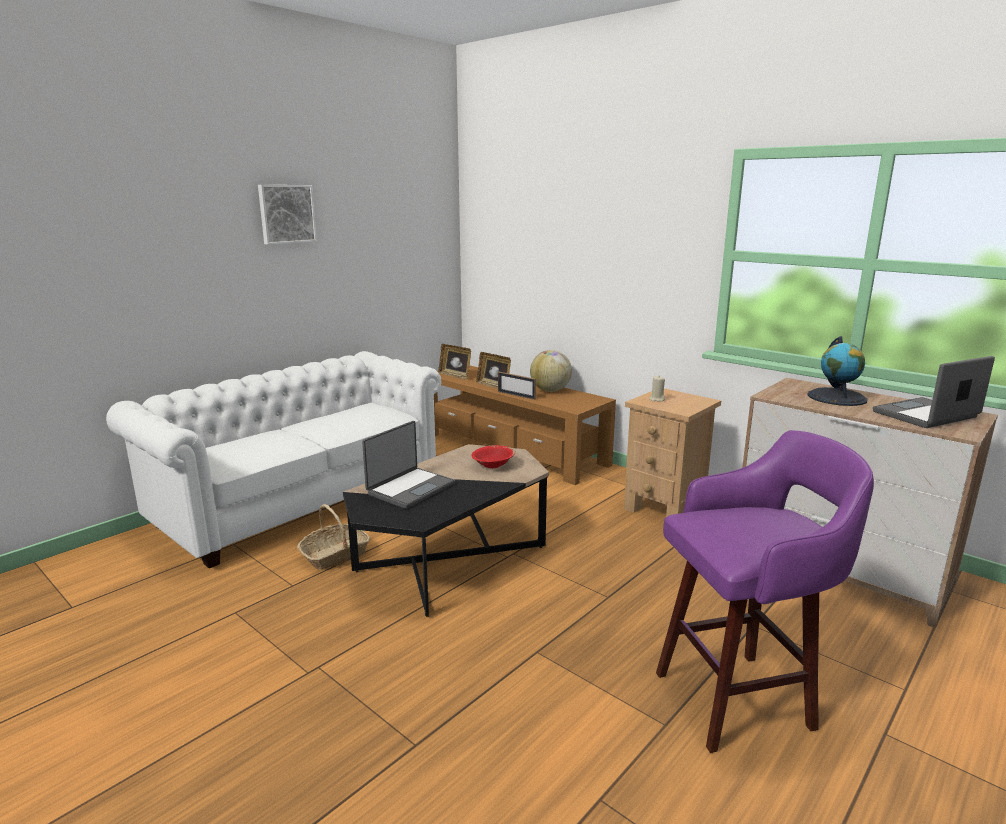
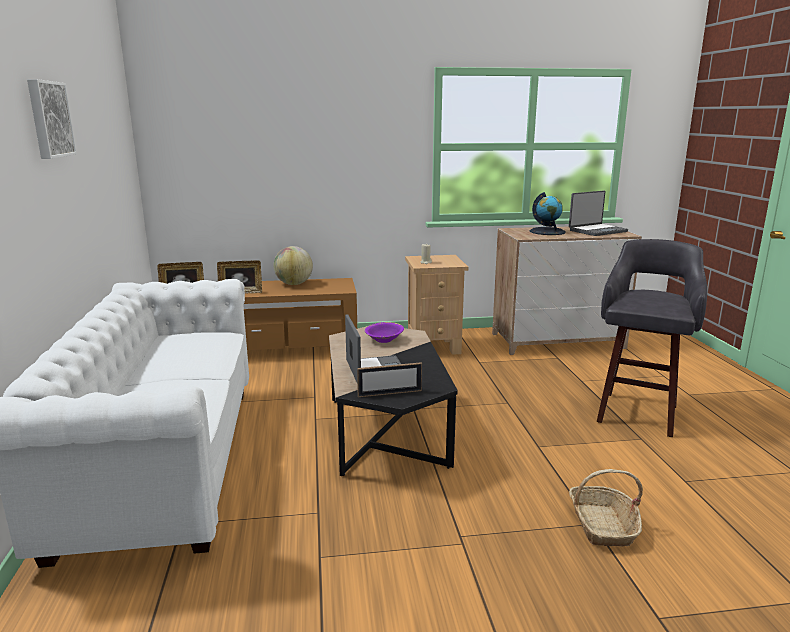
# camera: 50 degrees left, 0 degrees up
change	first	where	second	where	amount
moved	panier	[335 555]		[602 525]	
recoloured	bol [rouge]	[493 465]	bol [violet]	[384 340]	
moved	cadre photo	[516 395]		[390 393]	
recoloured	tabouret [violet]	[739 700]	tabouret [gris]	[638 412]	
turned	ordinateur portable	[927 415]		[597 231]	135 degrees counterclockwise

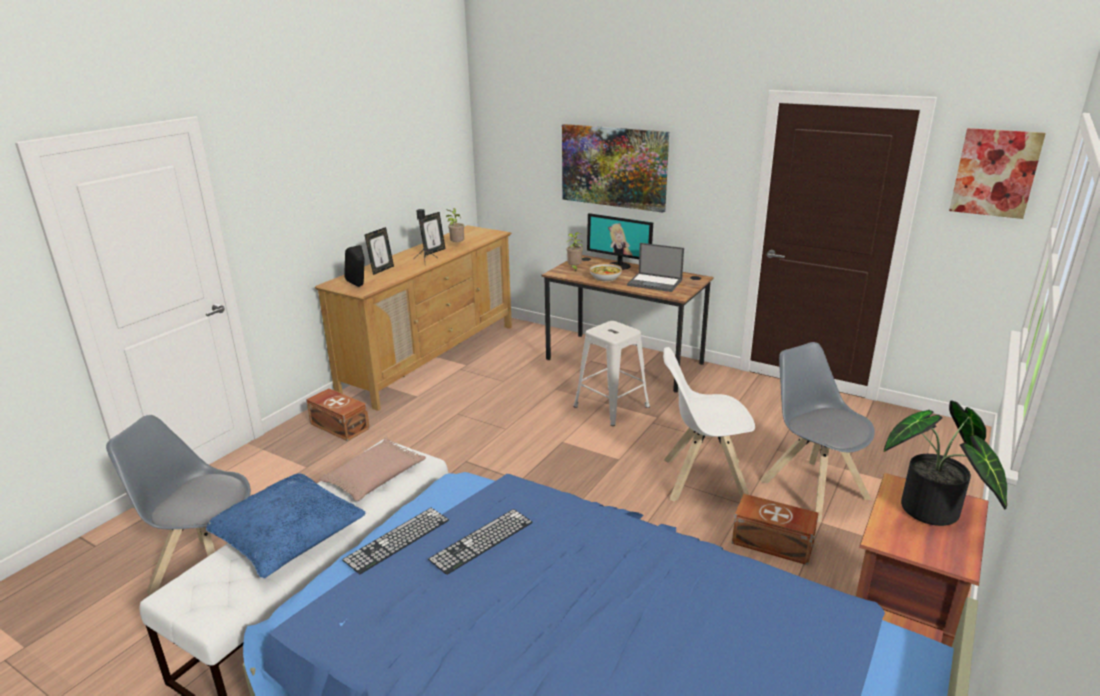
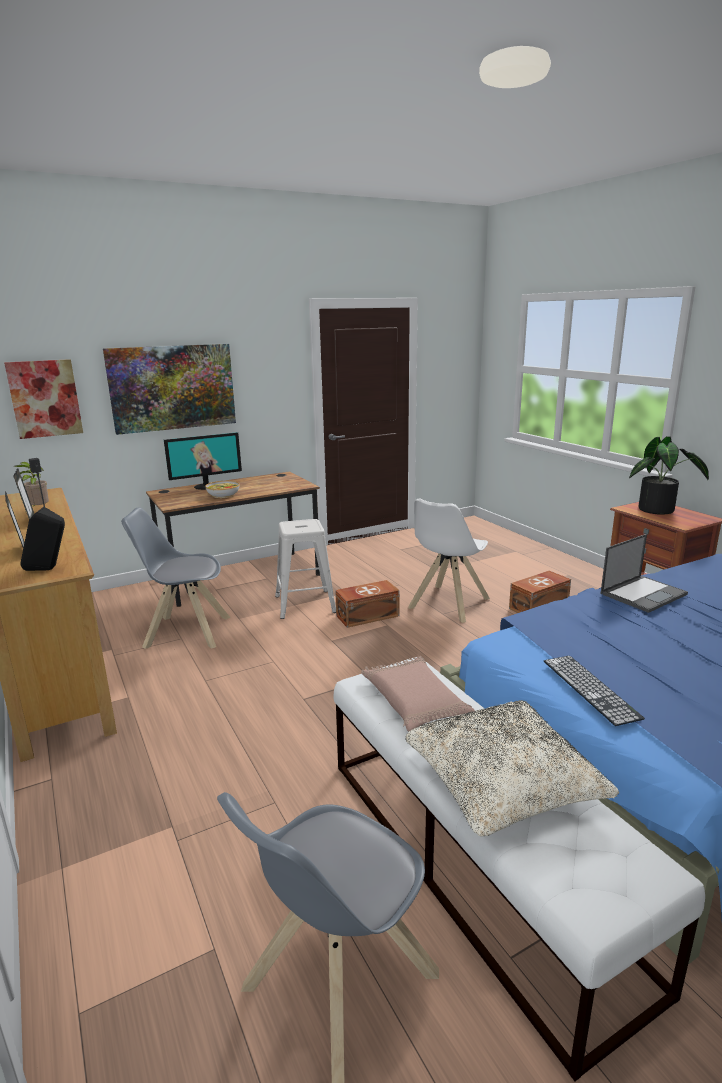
# camera: 60 degrees left, 5 degrees down
change	first	where	second	where	amount
recoloured	coussin [bleu]	[287 535]	coussin [beige]	[503 781]	
moved	boîte de rangement [marron]	[340 425]		[366 615]	
removed	clavier	[482 540]			
removed	plante en pot	[574 269]			
moved	ordinateur portable	[655 283]		[643 594]	
moved	chaise [gris]	[812 488]		[185 632]	
moved	tableau	[995 173]		[45 398]	

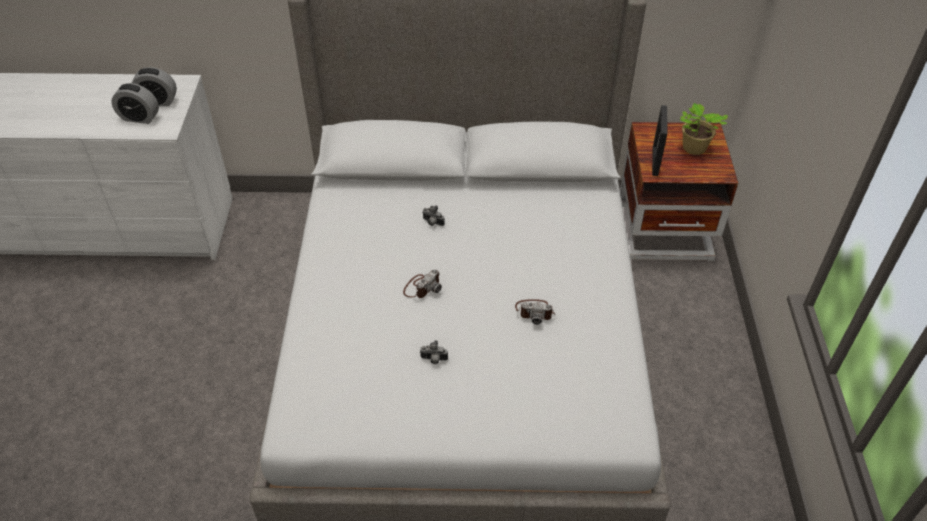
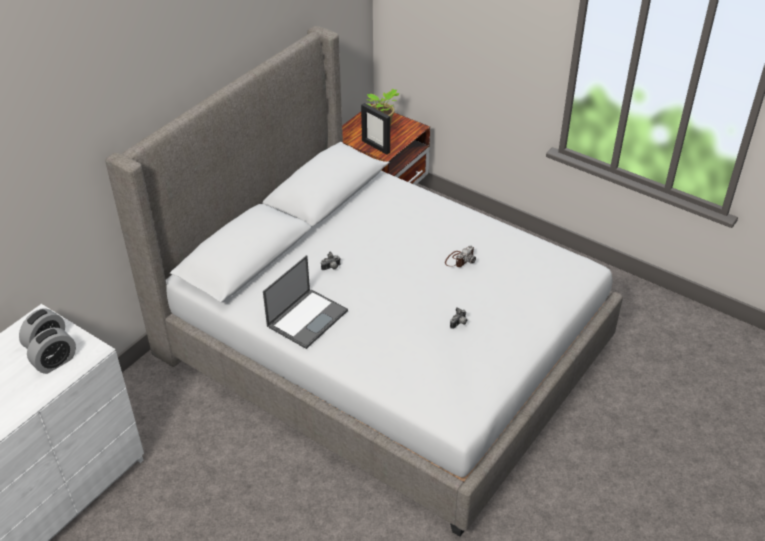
# camera: 55 degrees left, 5 degrees down
change	first	where	second	where	amount
removed	appareil photo	[422 287]			
added			ordinateur portable	[307 318]	

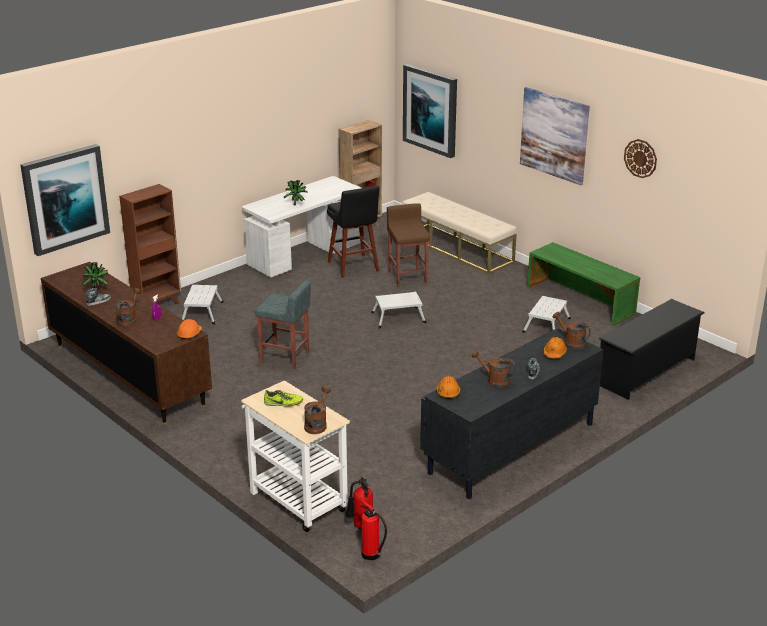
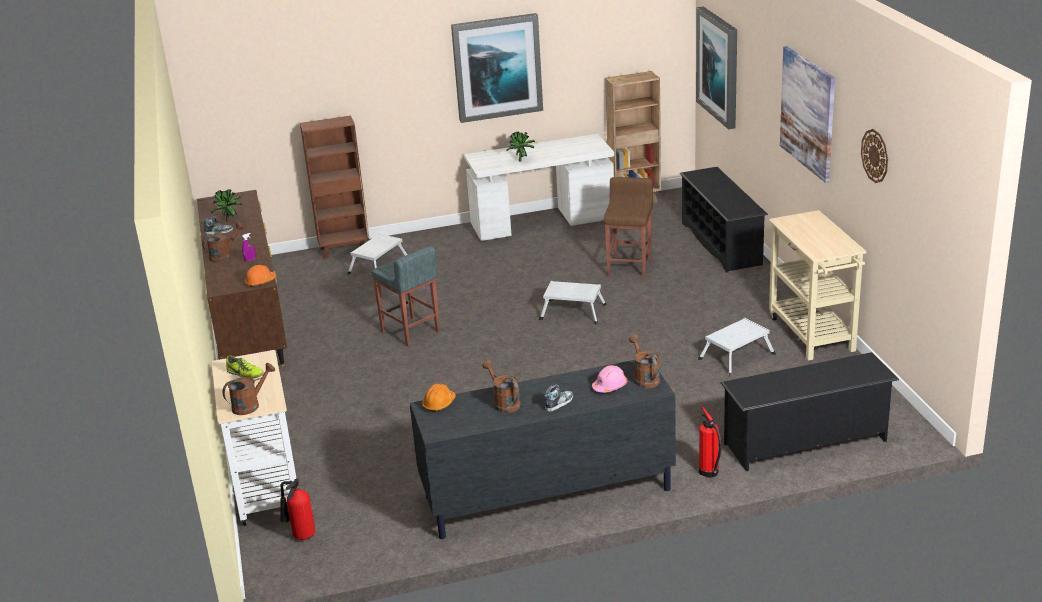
# camera: 30 degrees right, 0 degrees up
change	first	where	second	where	amount
moved	tableau	[65 198]		[497 67]	
removed	tabouret [noir]	[353 267]			
moved	extincteur	[371 555]		[709 473]	
replaced	banc [beige]	[457 248]	étagère à chaussures [noir]	[721 243]	
replaced	banc [vert]	[581 300]	chariot [beige]	[812 335]	
recoloured	casque de chantier [orange]	[554 353]	casque de chantier [rose]	[610 386]	

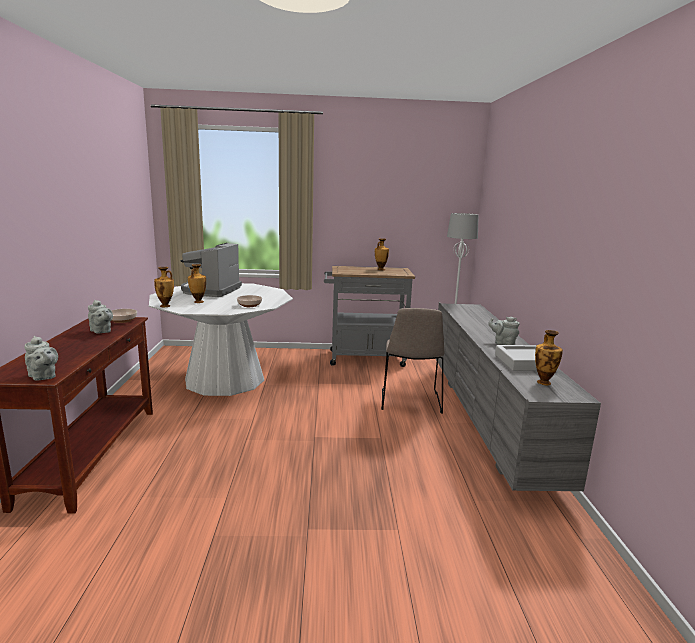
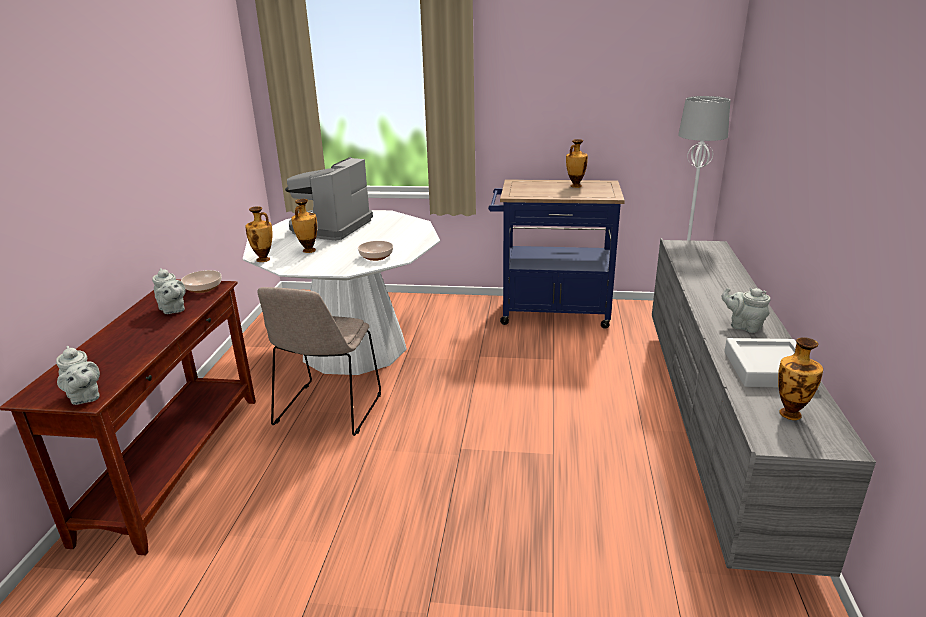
# camera: 10 degrees right, 10 degrees up
change	first	where	second	where	amount
recoloured	chariot [gris]	[364 358]	chariot [bleu]	[550 313]	
moved	chaise [beige]	[410 402]		[327 411]	

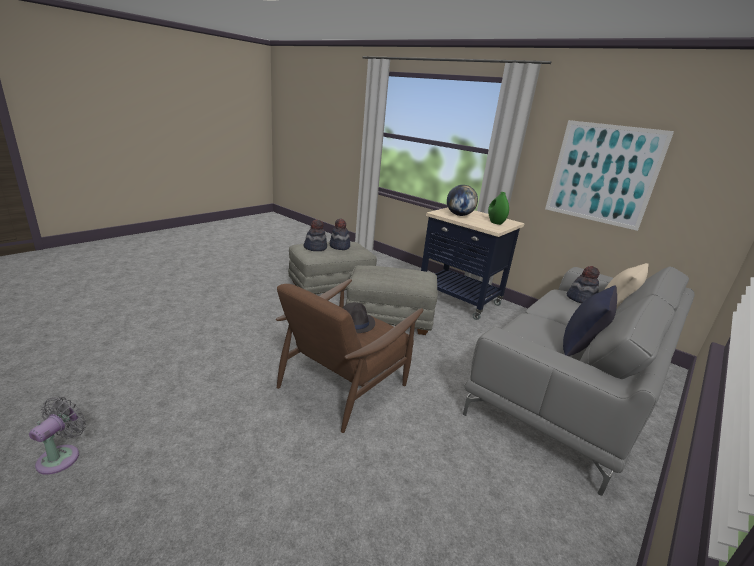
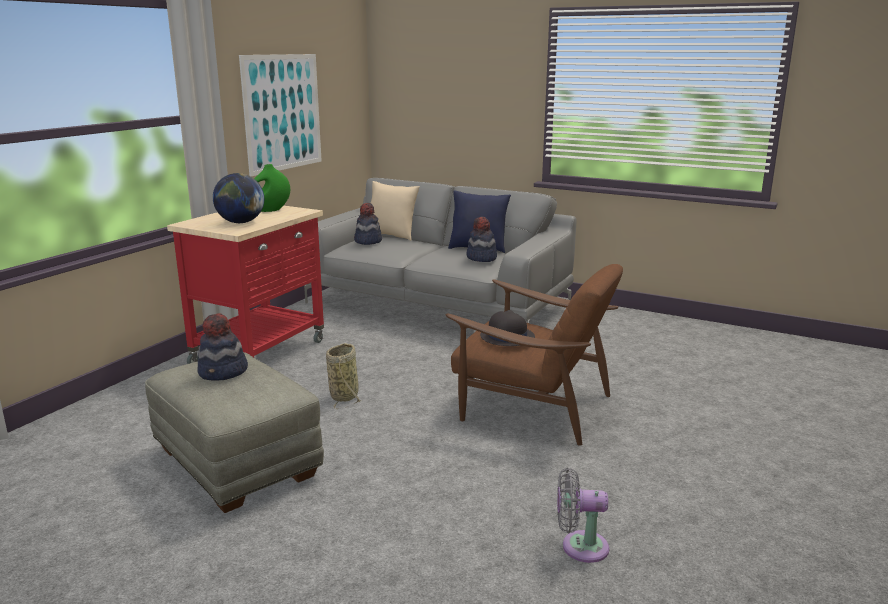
# camera: 100 degrees left, 5 degrees down
change	first	where	second	where	amount
moved	ventilateur [gris]	[62 456]		[579 547]	
moved	chapeau	[315 248]		[481 258]	
replaced	pouf [gris]	[389 317]	panier	[344 395]	
recoloured	chariot [bleu]	[459 300]	chariot [rouge]	[259 352]	

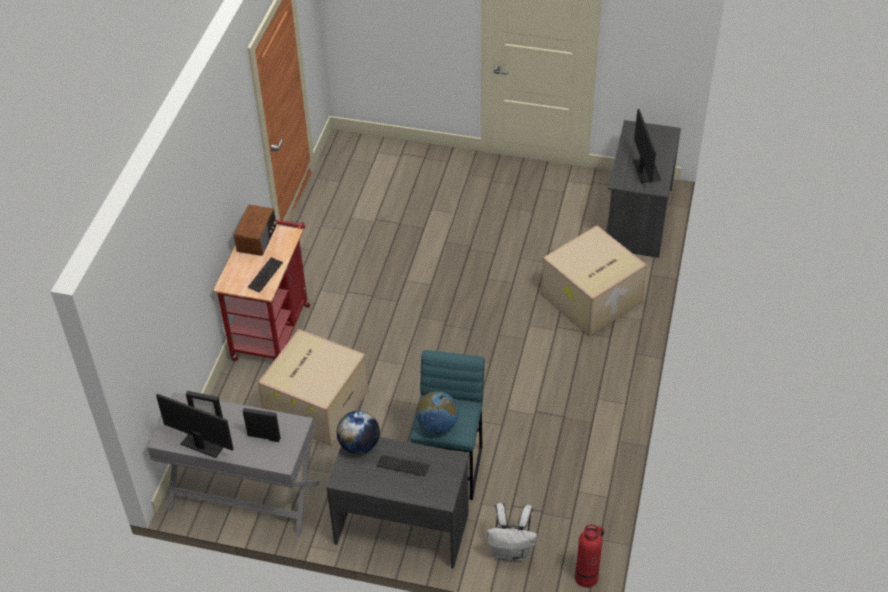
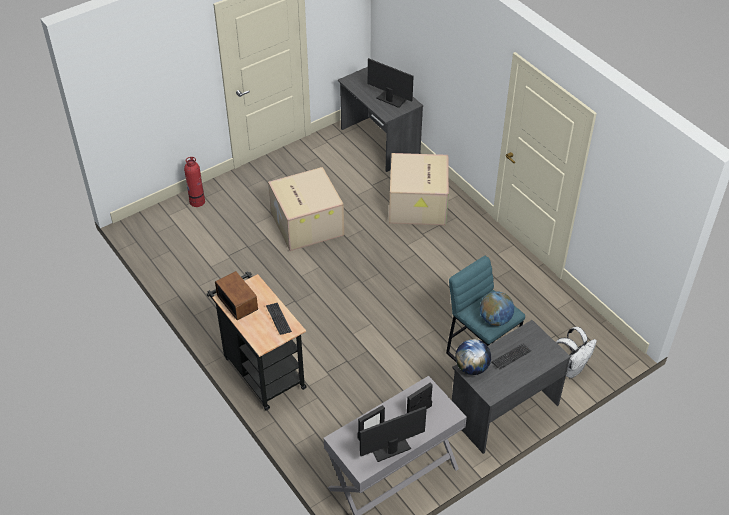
# camera: 50 degrees left, 0 degrees up
change	first	where	second	where	amount
recoloured	chariot [rouge]	[273 327]	chariot [noir]	[261 370]	
moved	carton	[316 403]		[306 223]	
moved	extincteur	[587 577]		[197 201]	

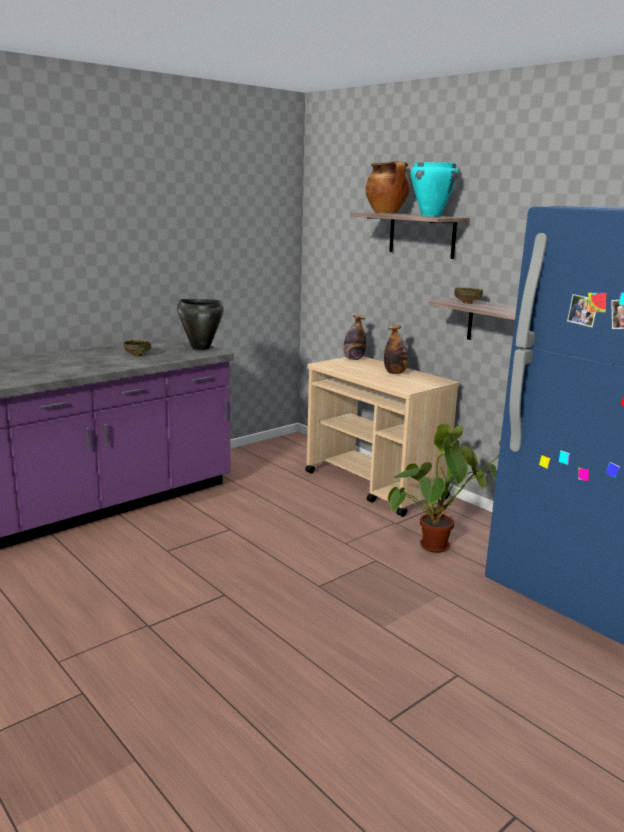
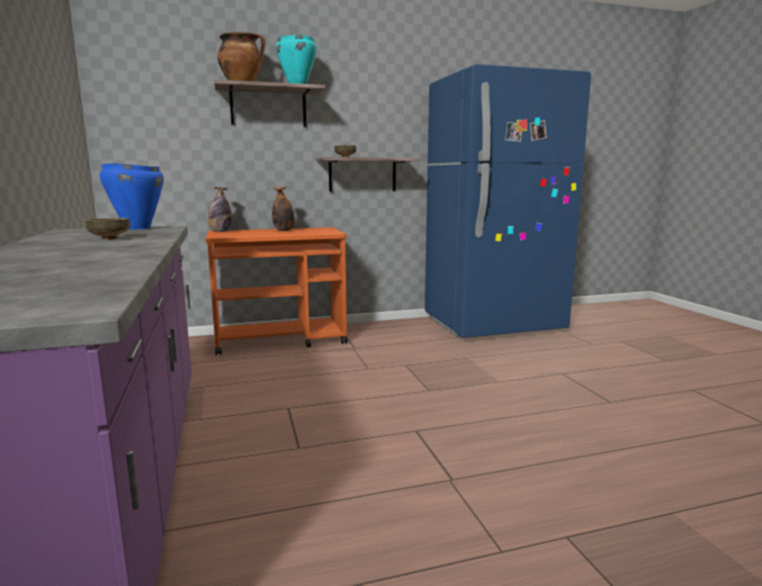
# camera: 65 degrees left, 5 degrees down
change	first	where	second	where	amount
recoloured	marmite [noir]	[200 348]	marmite [bleu]	[137 228]	
recoloured	chariot [beige]	[375 485]	chariot [orange]	[281 340]	
removed	plante en pot	[443 541]			

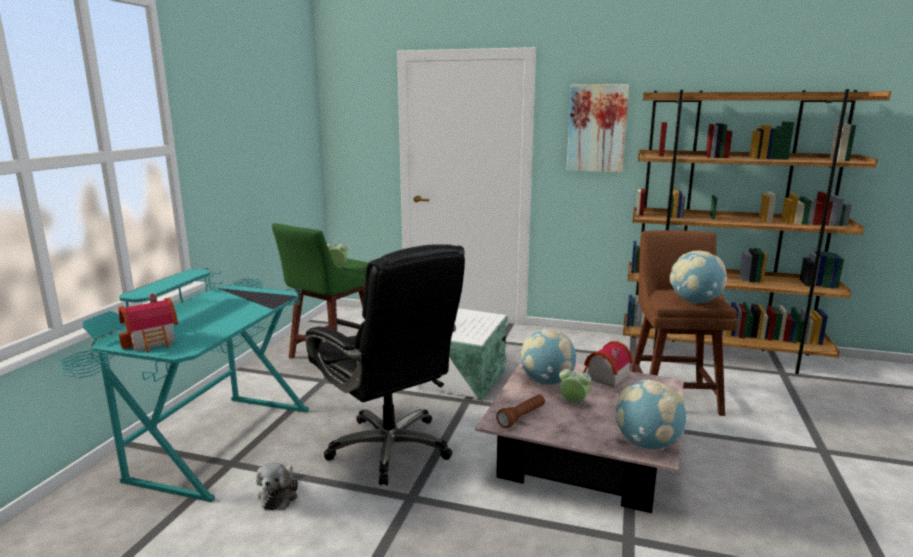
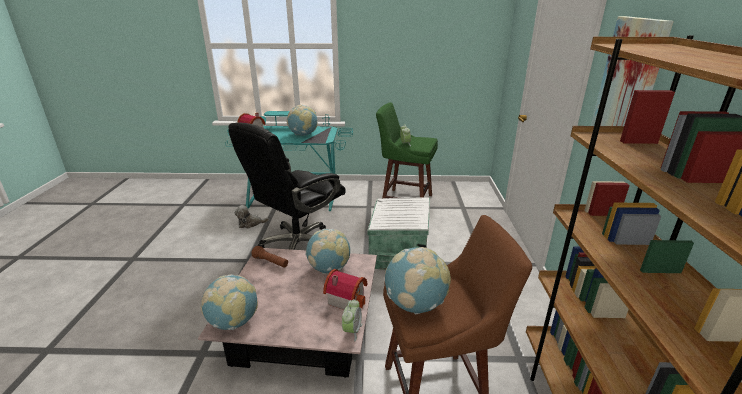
# camera: 75 degrees right, 10 degrees up
change	first	where	second	where	amount
moved	réveil	[573 403]		[352 331]	
added			globe	[303 135]	

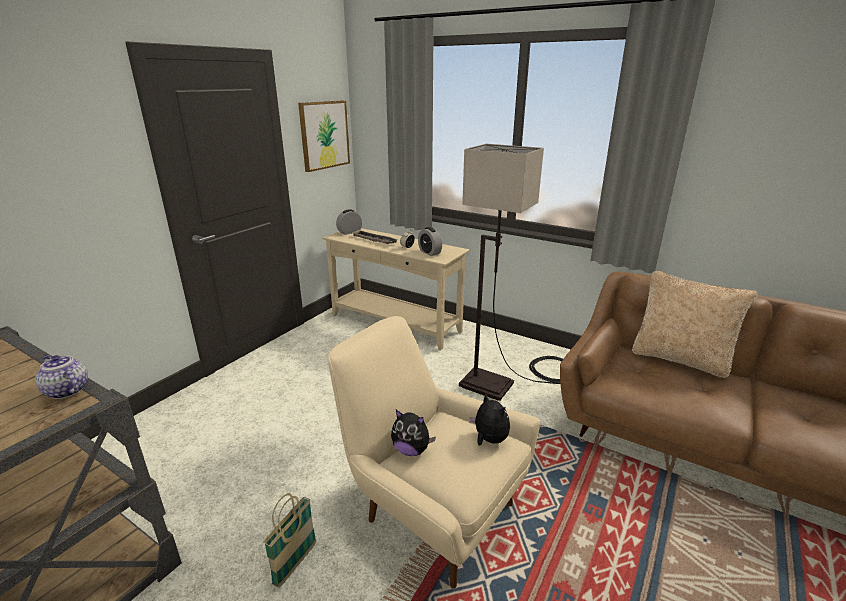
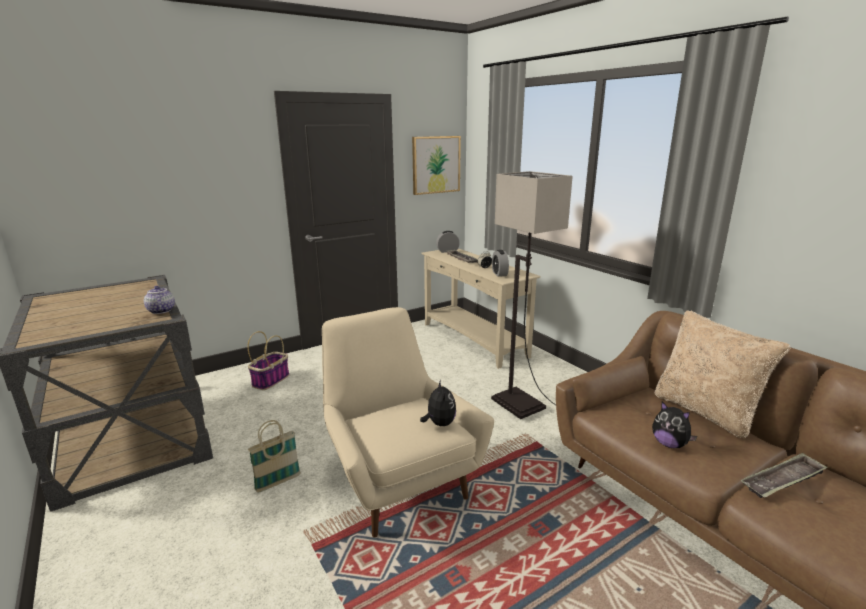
# camera: 25 degrees right, 5 degrees down
change	first	where	second	where	amount
moved	peluche	[411 450]		[669 444]	
added			panier	[271 380]	
added			plateau	[782 481]	

